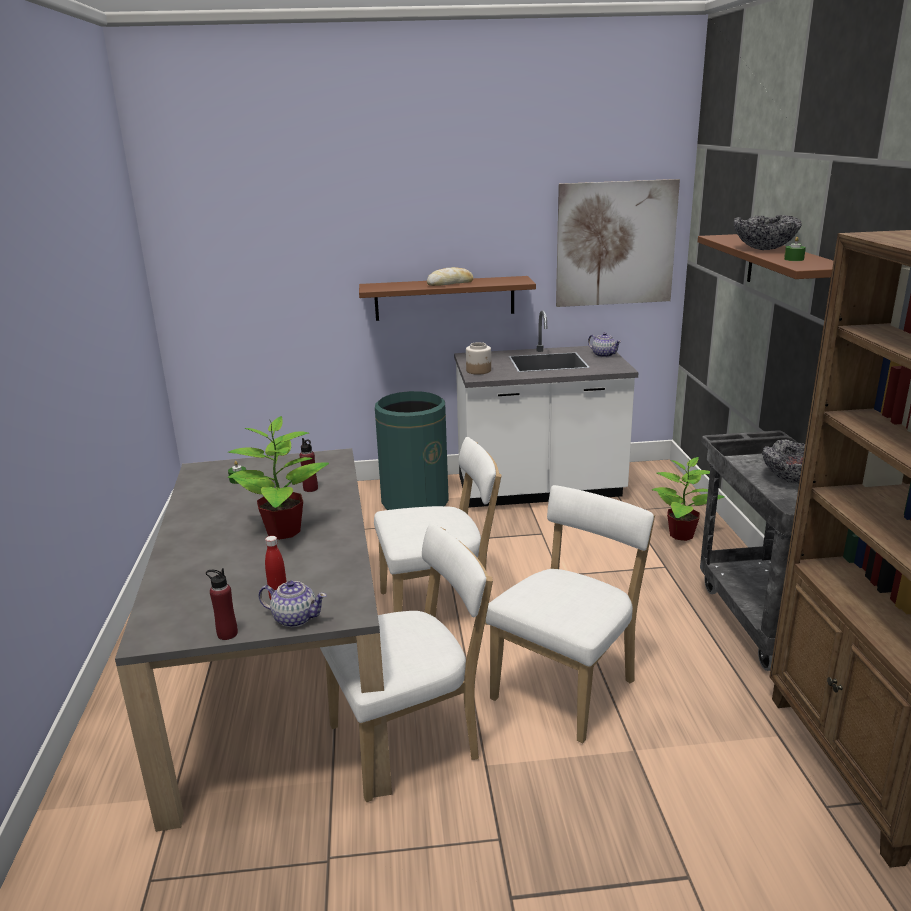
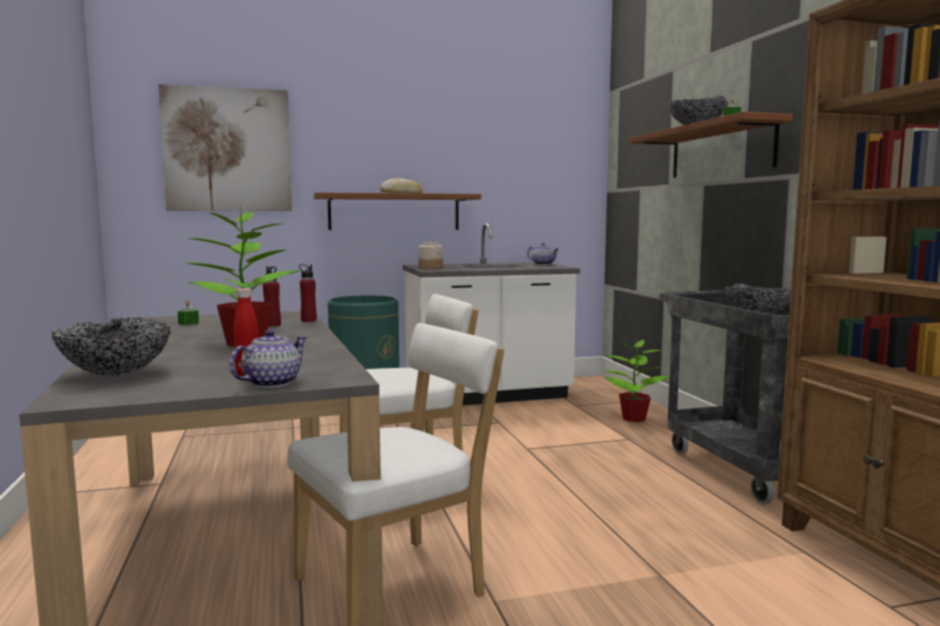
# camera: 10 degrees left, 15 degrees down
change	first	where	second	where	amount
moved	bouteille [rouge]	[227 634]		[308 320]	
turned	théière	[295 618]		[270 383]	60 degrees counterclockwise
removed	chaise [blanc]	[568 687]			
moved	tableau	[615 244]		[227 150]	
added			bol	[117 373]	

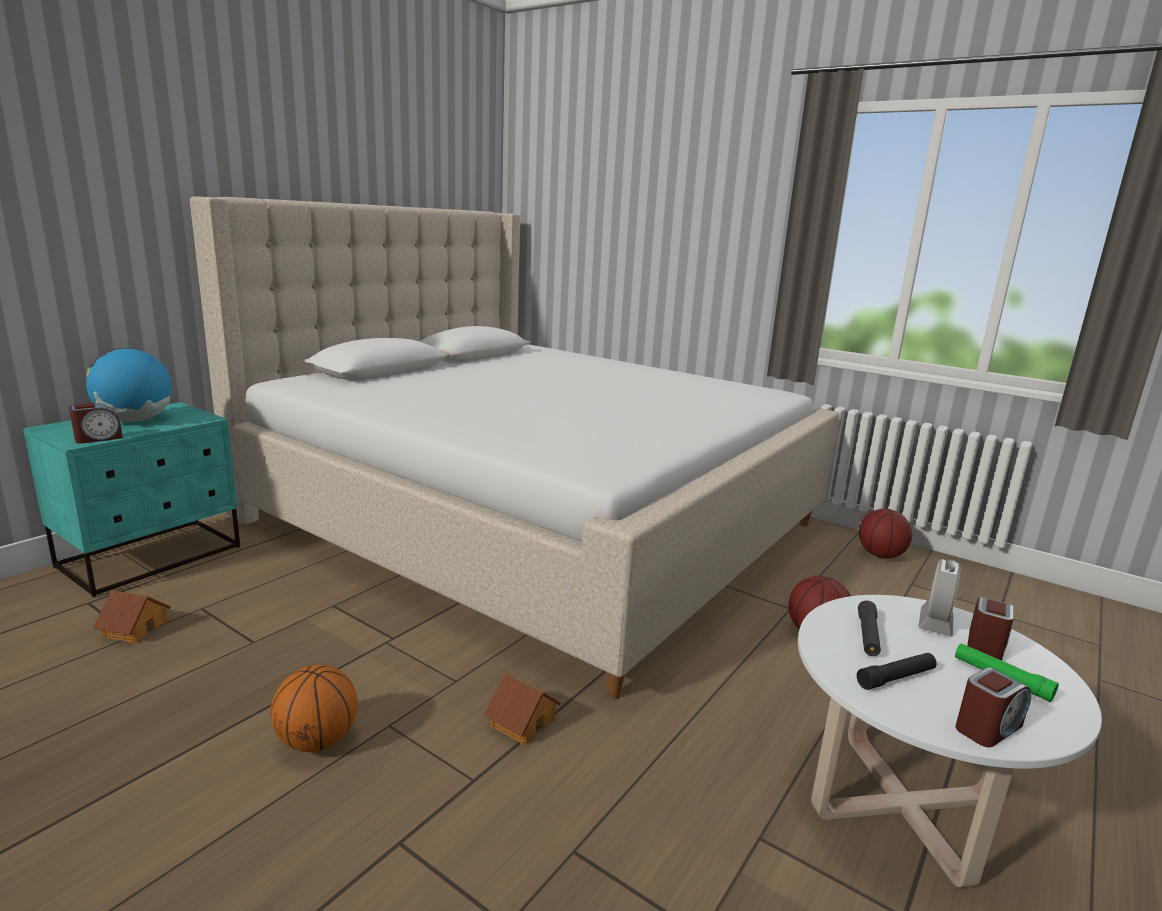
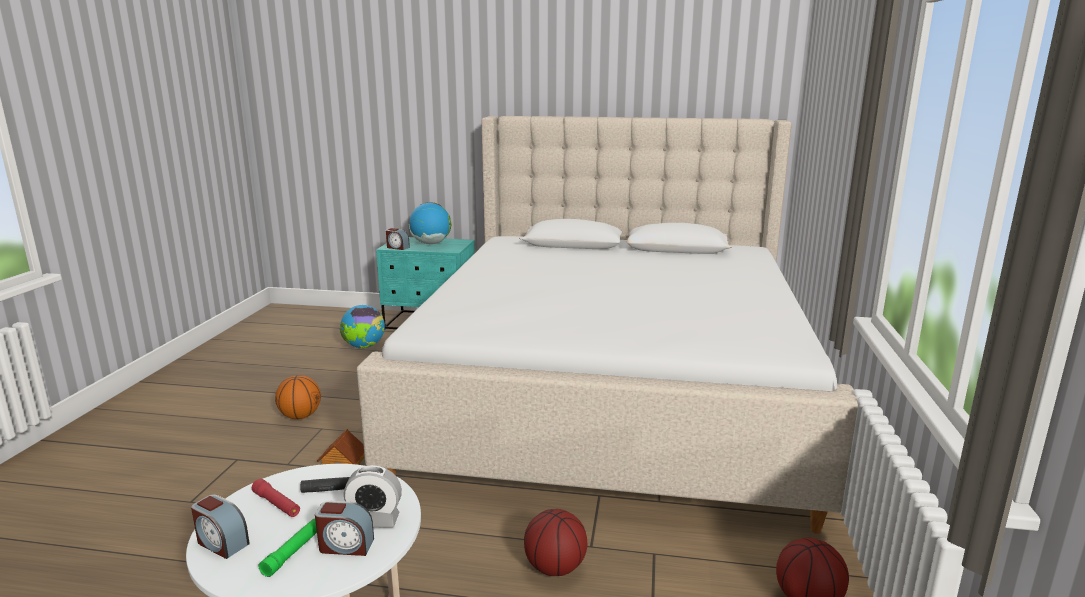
# camera: 65 degrees right, 0 degrees up
change	first	where	second	where	amount
replaced	maison miniature	[134 629]	globe	[364 347]	
recoloured	lampe de poche [noir]	[896 678]	lampe de poche [rouge]	[277 504]	

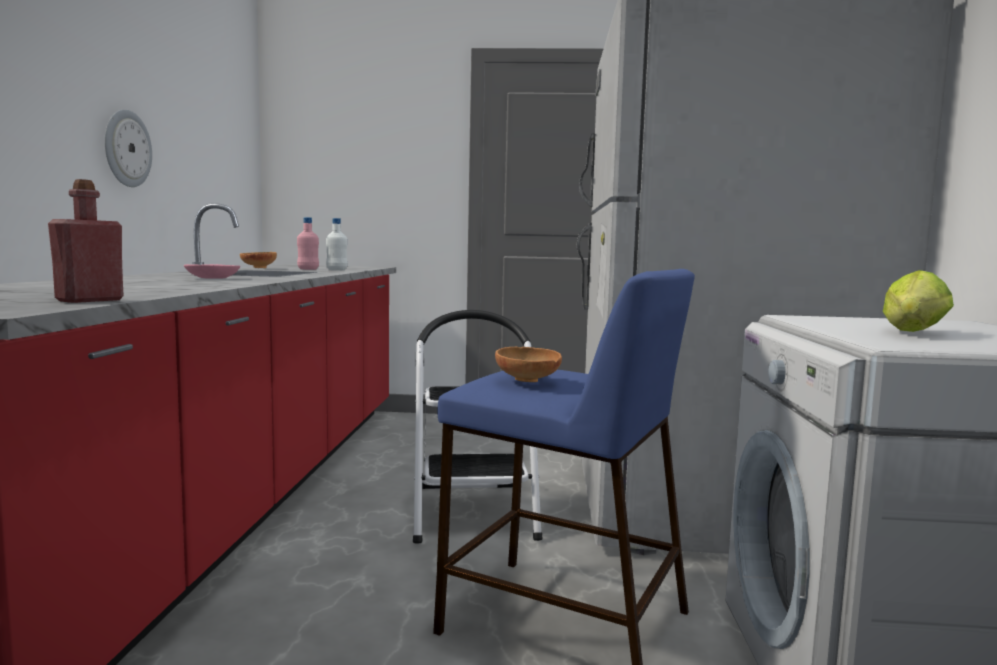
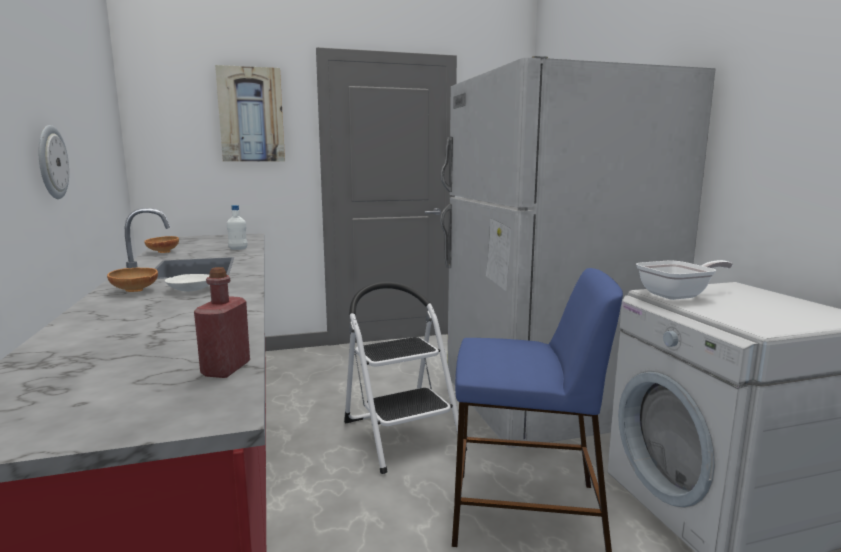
# camera: 20 degrees left, 5 degrees up
change	first	where	second	where	amount
recoloured	bol [rose]	[212 278]	bol [blanc]	[191 289]	
removed	bouteille [rose]	[308 269]			
moved	bol [marron]	[527 381]		[134 291]	
removed	laitue	[912 333]			
added			tableau	[251 115]	
added			poêle	[678 295]	

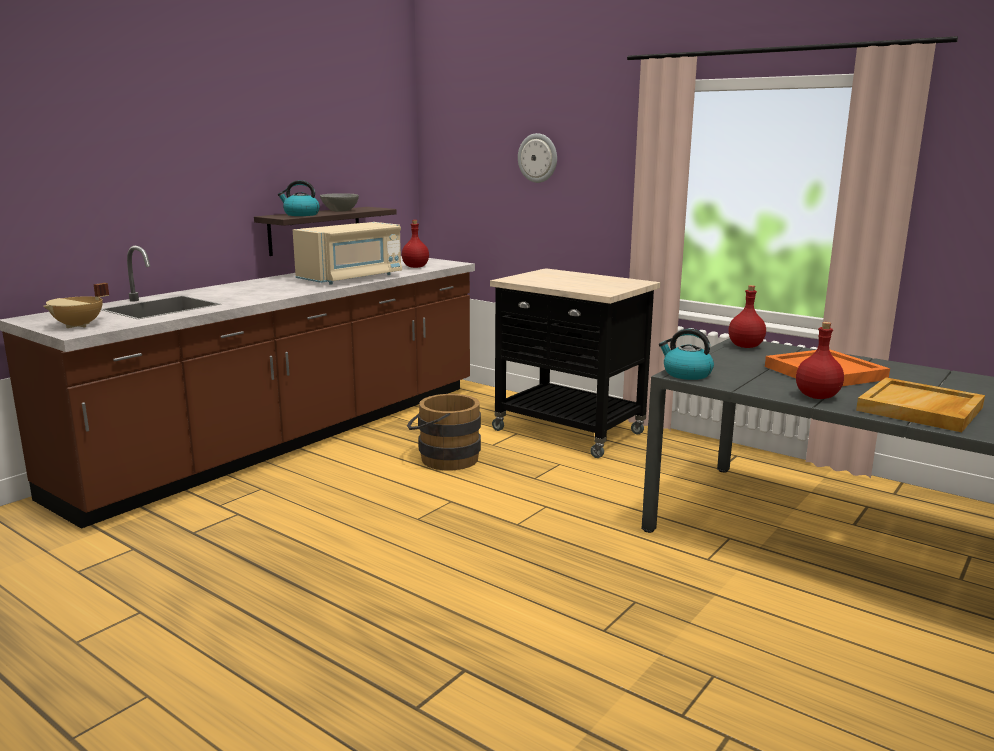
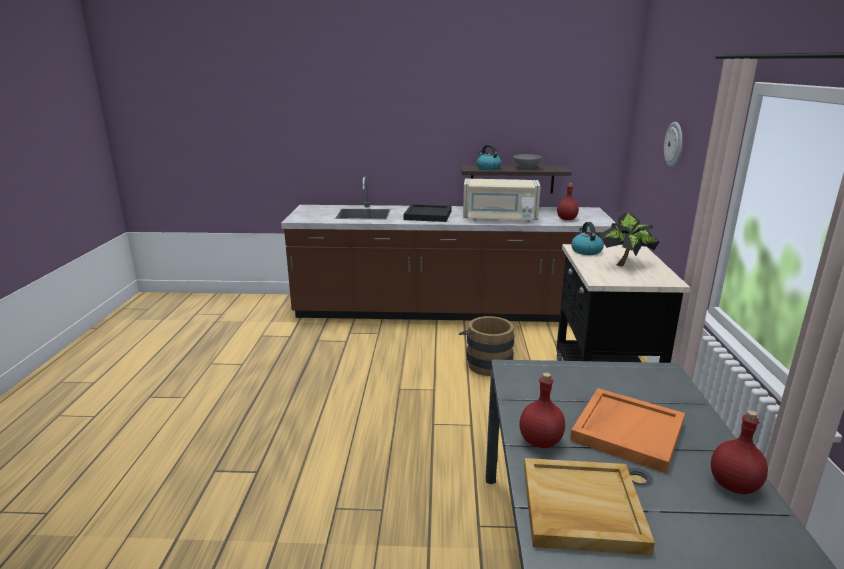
# camera: 55 degrees right, 5 degrees up
change	first	where	second	where	amount
removed	marmite [beige]	[79 326]			
moved	bouilloire	[686 374]		[586 251]	
moved	bouteille [rouge]	[745 346]		[733 485]	
added			plateau [noir]	[427 215]	
added			plante en pot	[625 264]	

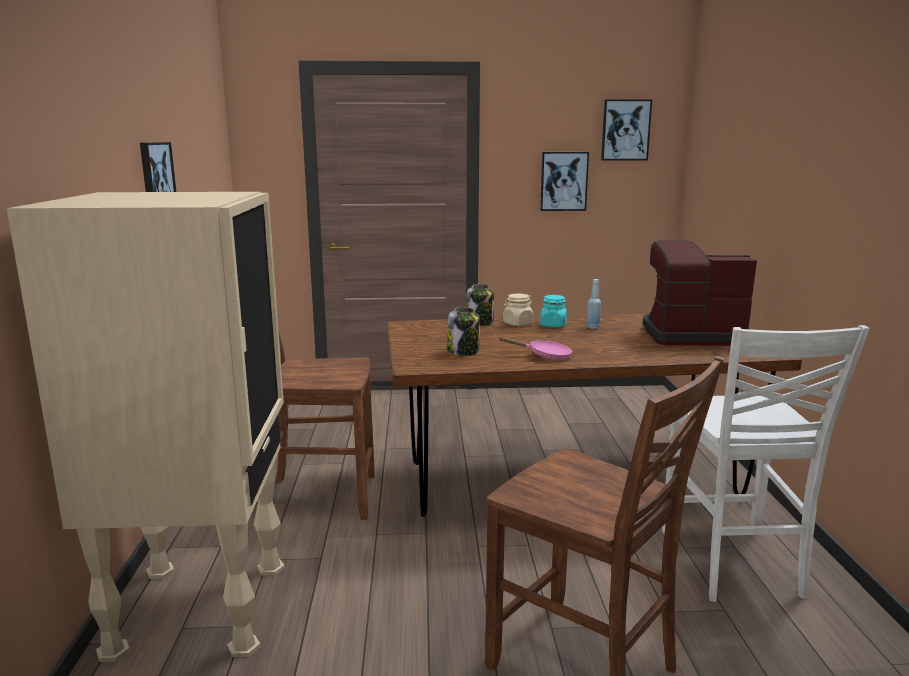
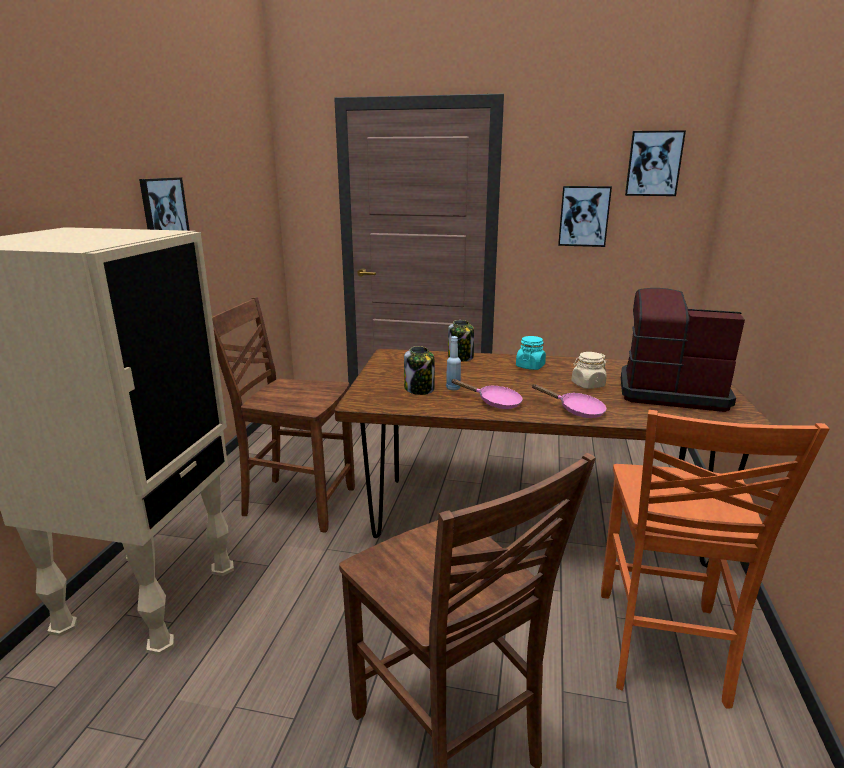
# camera: 15 degrees right, 5 degrees up
change	first	where	second	where	amount
moved	bocal [beige]	[517 323]		[587 385]	
moved	bouteille [bleu]	[593 327]		[453 388]	
recoloured	chaise [blanc]	[732 564]	chaise [orange]	[661 647]	
added			poêle [rose]	[576 410]	

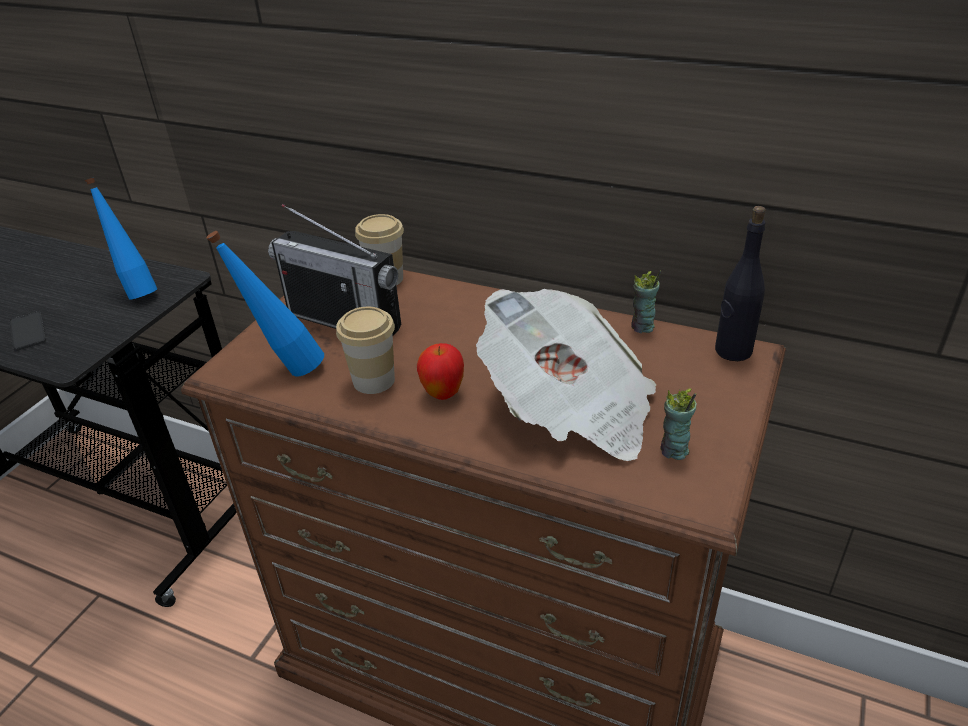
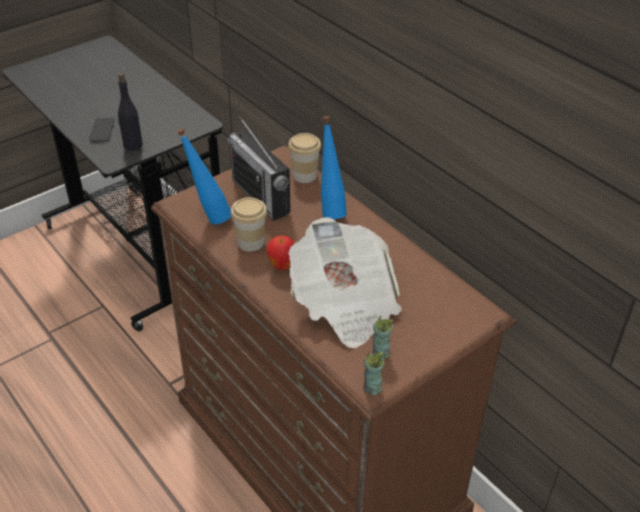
# camera: 25 degrees right, 5 degrees up
change	first	where	second	where	amount
moved	bouteille [bleu]	[138 292]		[330 209]	
moved	tasse	[642 327]		[372 388]	
moved	bouteille [noir]	[732 351]		[132 145]	

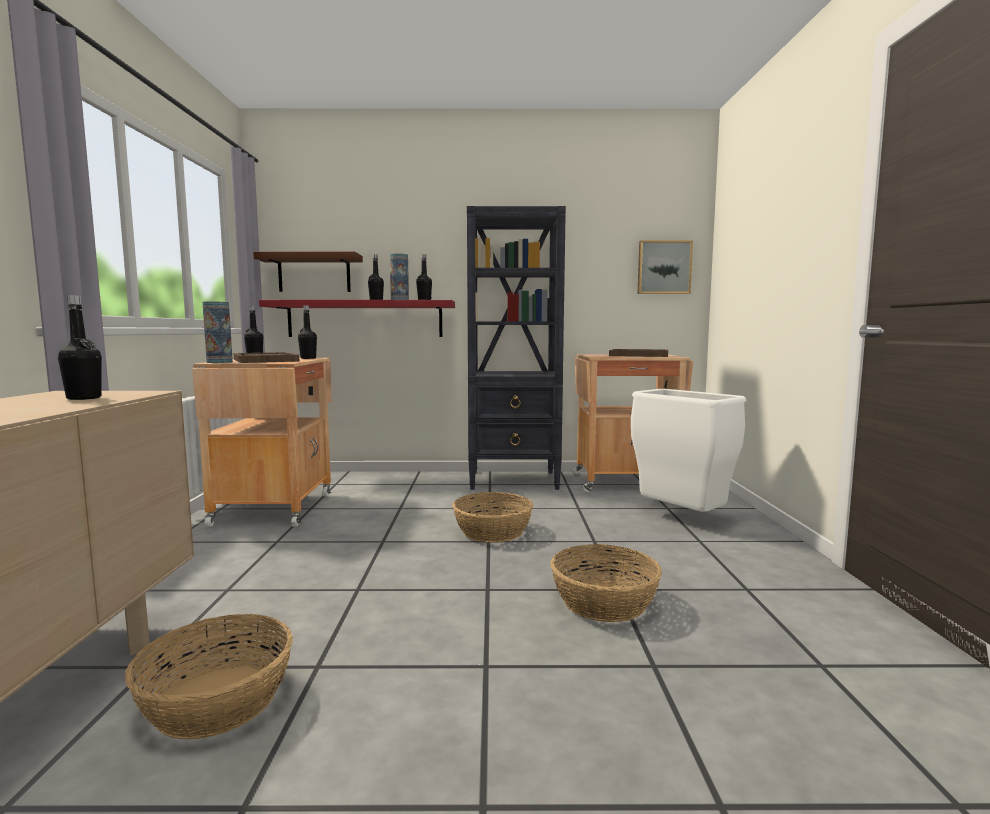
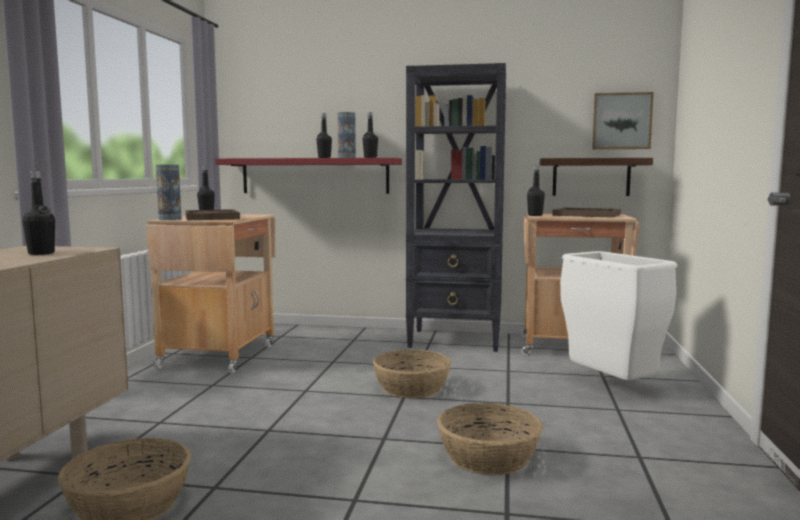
# camera: 10 degrees right, 0 degrees up
change	first	where	second	where	amount
moved	étagère [marron]	[314 273]		[591 177]	
moved	bouteille [noir]	[308 358]		[535 215]	

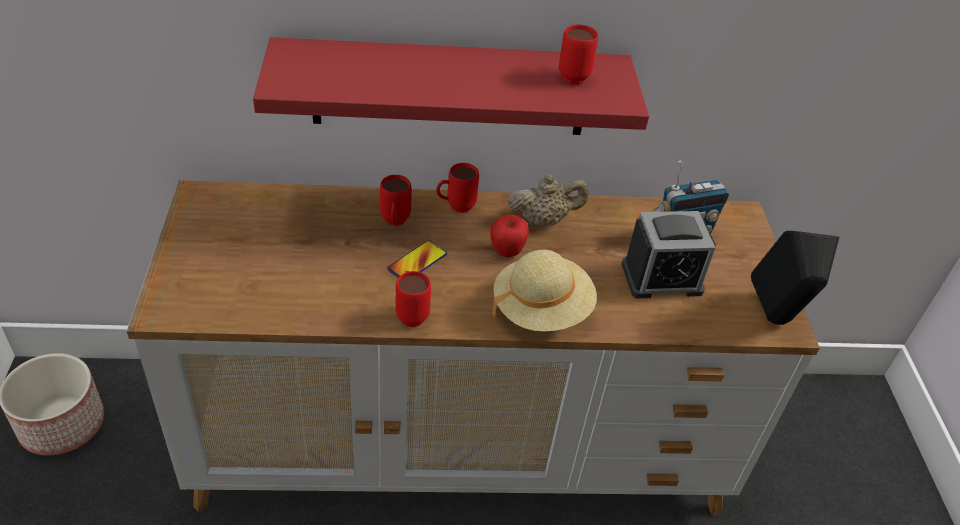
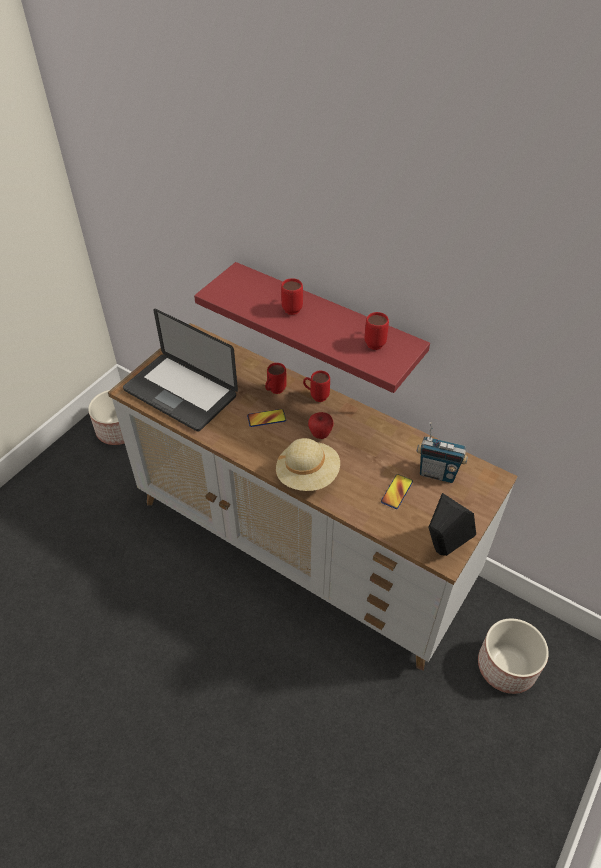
# camera: 40 degrees right, 5 degrees up
change	first	where	second	where	amount
moved	mug [rouge]	[411 313]		[294 307]	
removed	théière [beige]	[544 220]			
replaced	réveil	[661 278]	téléphone	[396 492]	
added			ordinateur portable	[180 393]	
added			cache-pot	[507 666]	

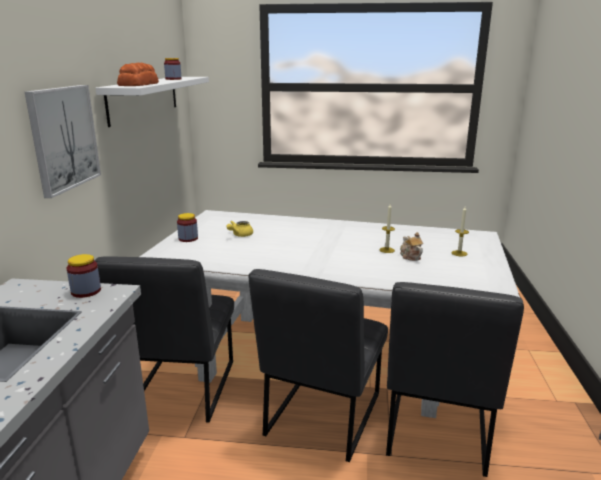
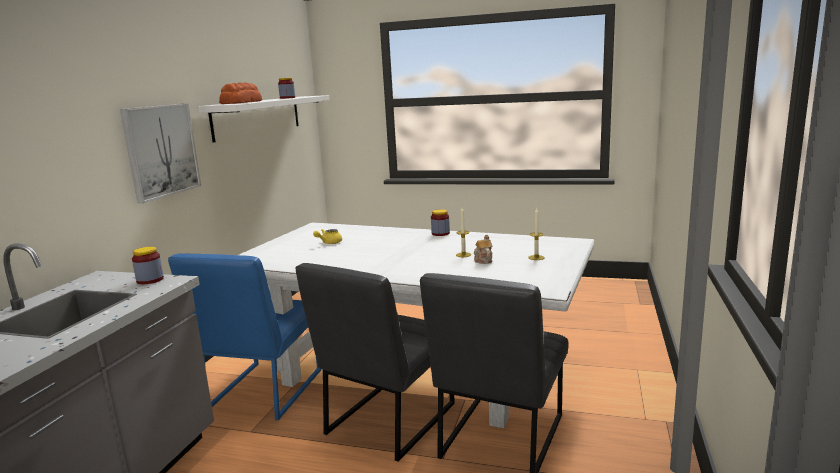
# camera: 10 degrees right, 5 degrees down
change	first	where	second	where	amount
recoloured	chaise [gris]	[181 389]	chaise [bleu]	[263 391]	
moved	bocal	[188 238]		[440 233]	

